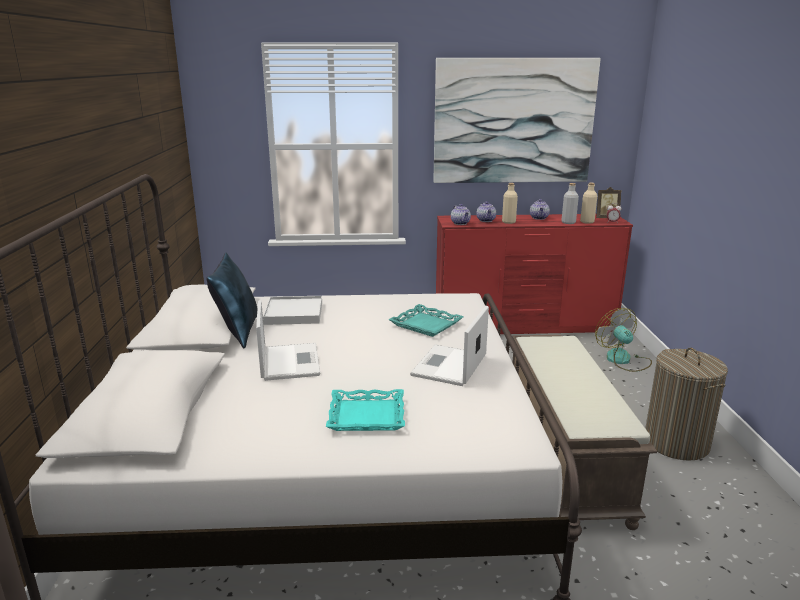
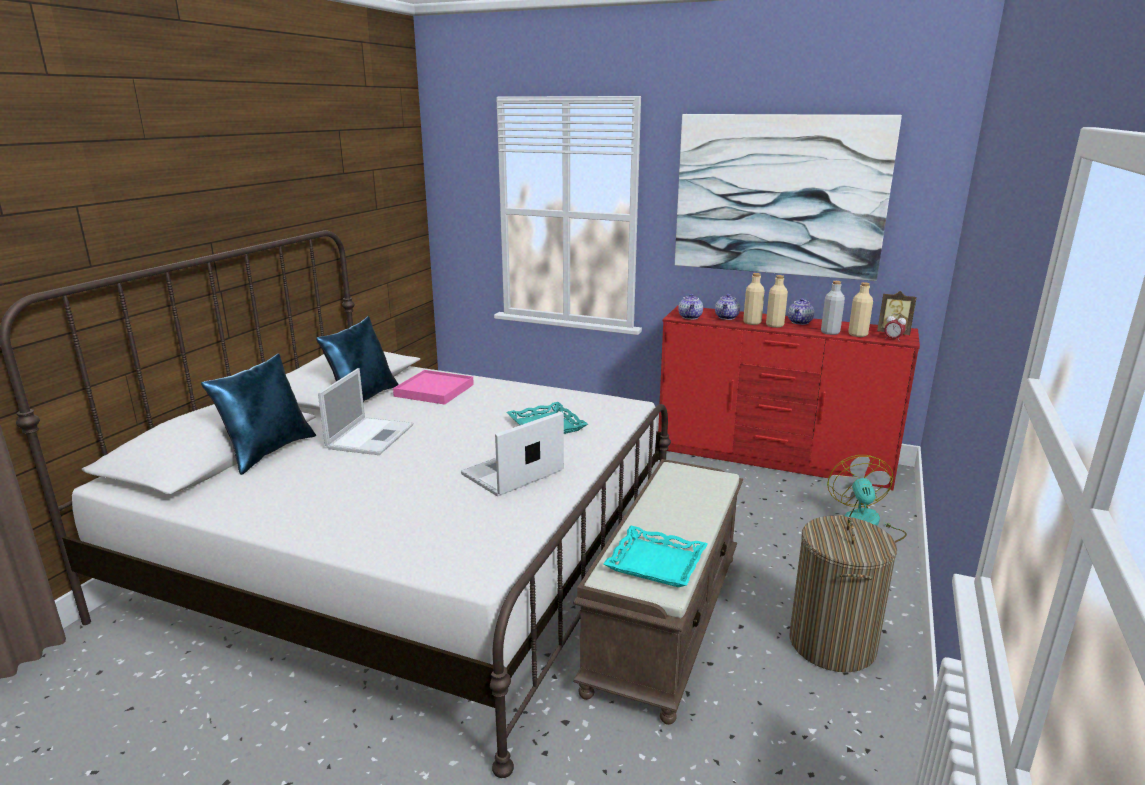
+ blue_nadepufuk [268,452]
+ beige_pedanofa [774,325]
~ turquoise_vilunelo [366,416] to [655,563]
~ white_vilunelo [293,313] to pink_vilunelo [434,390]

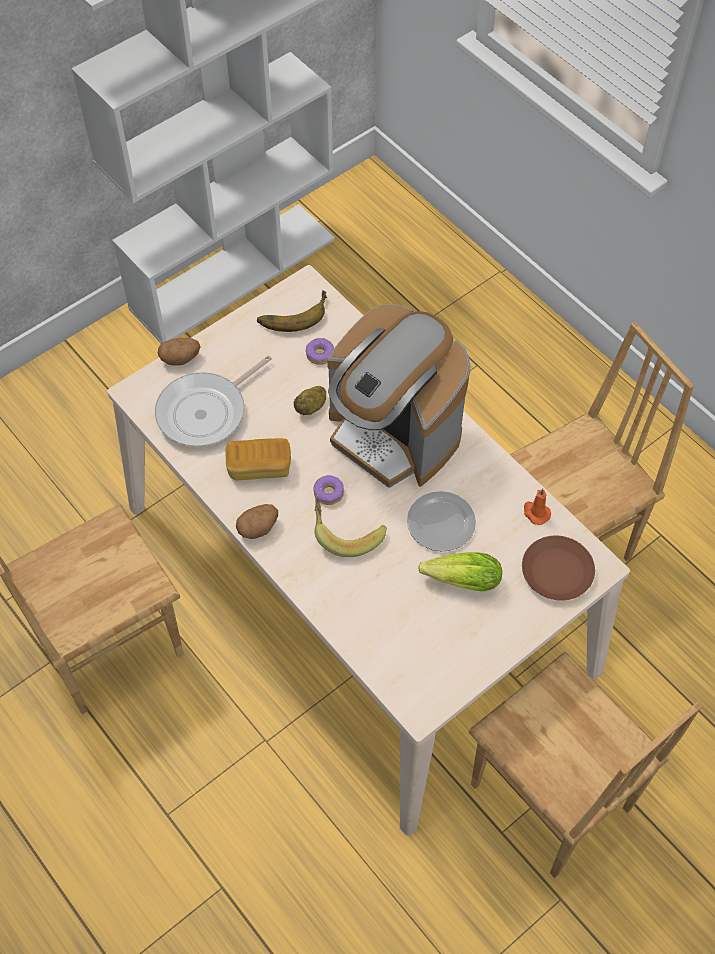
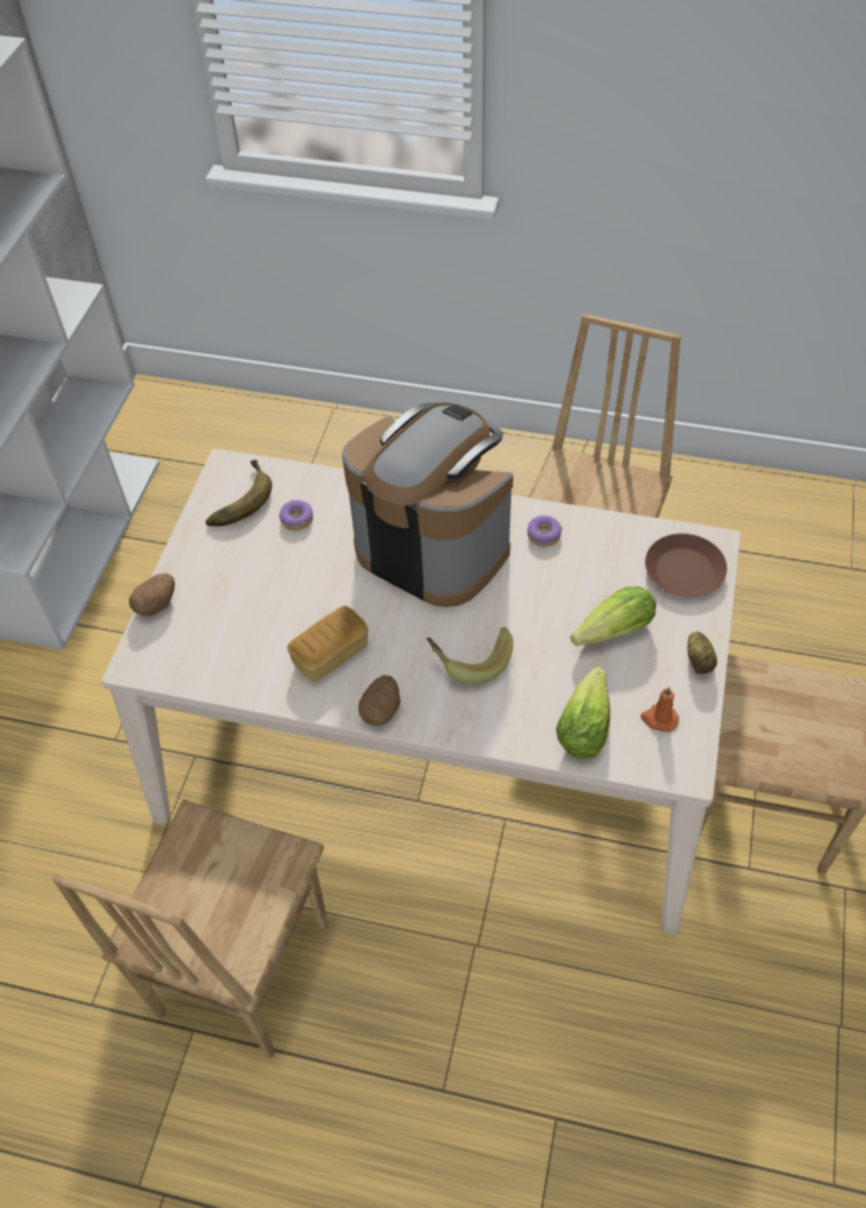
- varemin [206,411]
- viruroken [441,524]
+ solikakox [586,722]
~ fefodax [311,407] to [699,661]
~ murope [329,493] to [544,535]
~ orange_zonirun [535,512] to [659,719]
~ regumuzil [393,435] = [432,547] 150 degrees counterclockwise

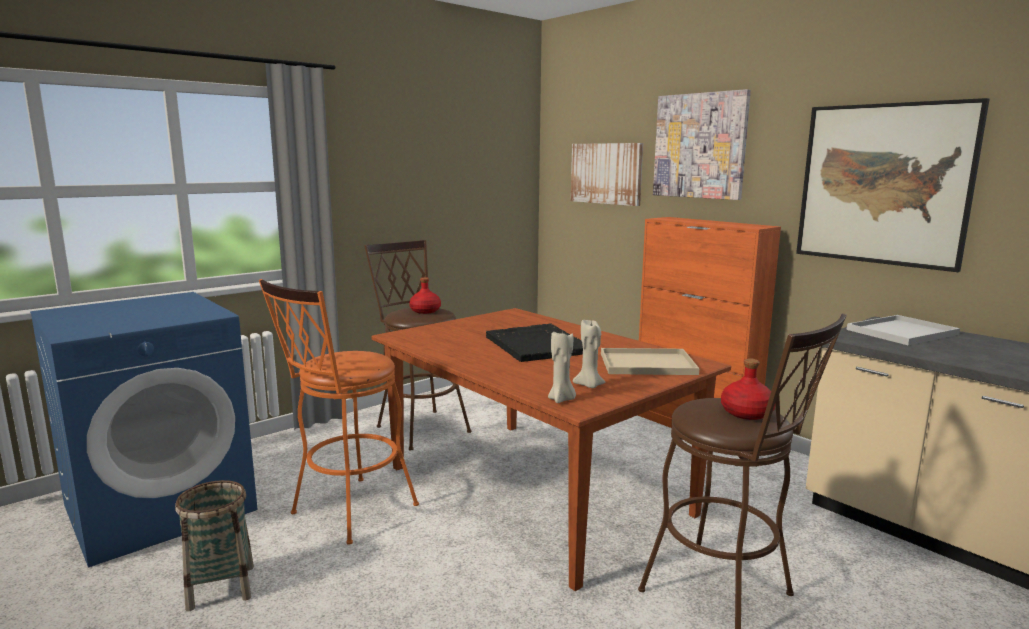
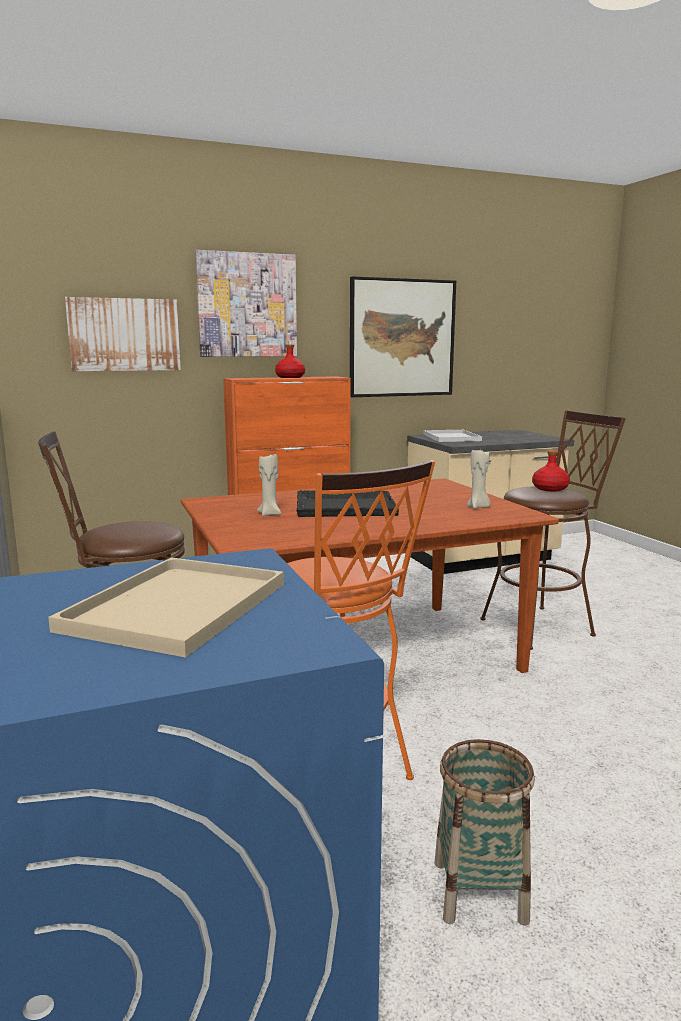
~ red_pedanofa [425,311] to [290,377]
~ beige_zonirun [561,399] to [270,514]
~ beige_vilunelo [645,364] to [177,608]

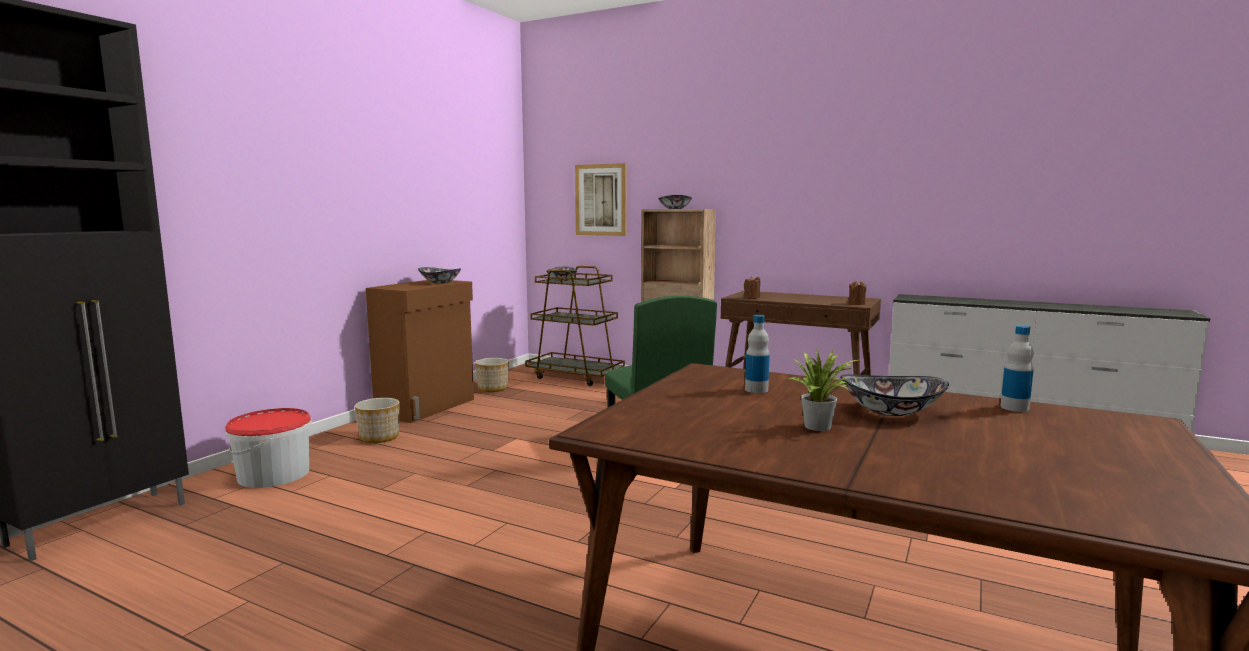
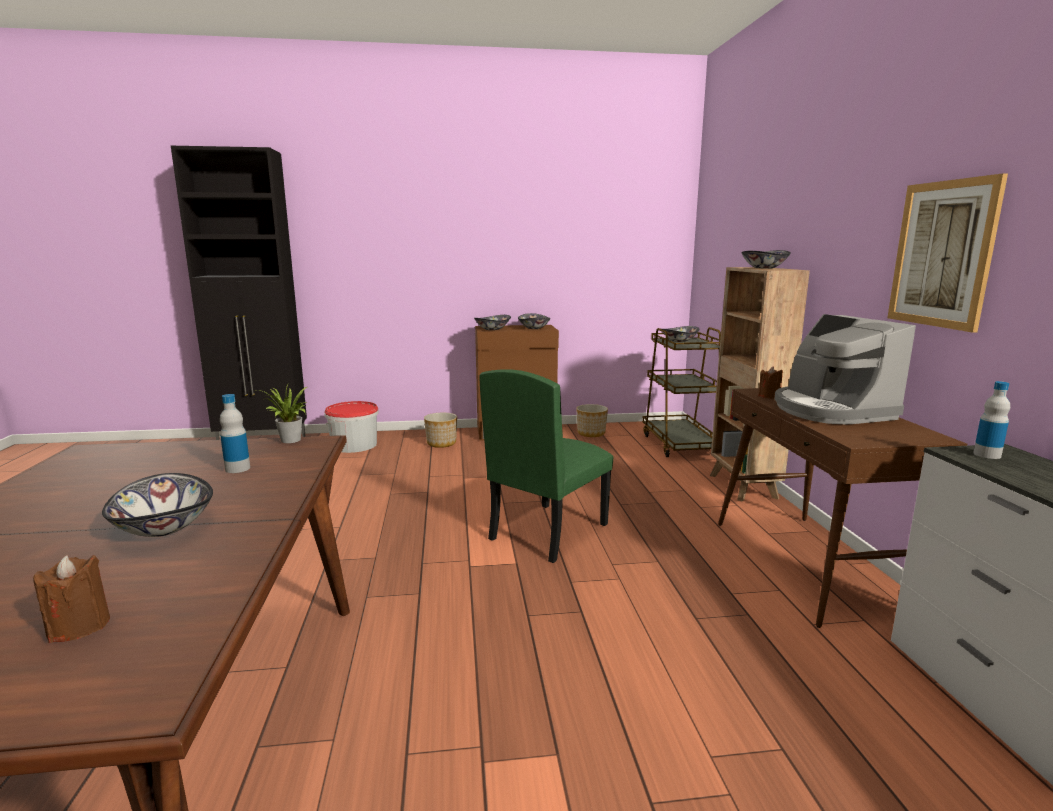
+ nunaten [492,329]
+ regumuzil [830,410]
~ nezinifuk [601,200] to [942,254]
~ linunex [821,427] to [290,441]
~ brown_zonirun [856,304] to [79,626]
~ pedanofa [1014,408] to [987,455]

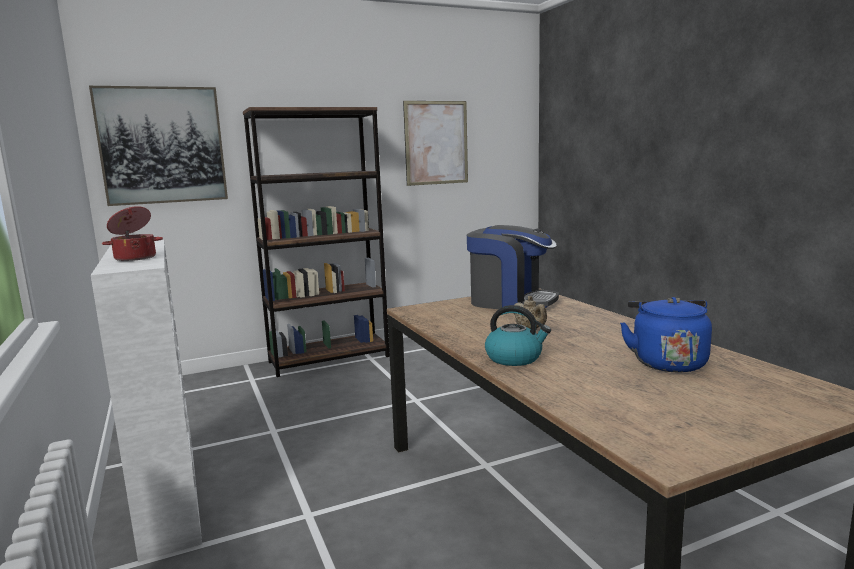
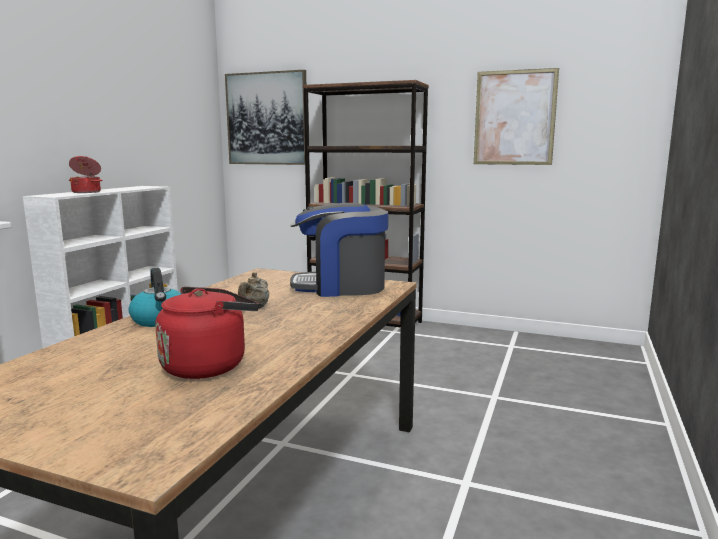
~ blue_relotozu [666,362] to red_relotozu [208,365]
~ regumuzil [510,302] = [340,287] 105 degrees clockwise

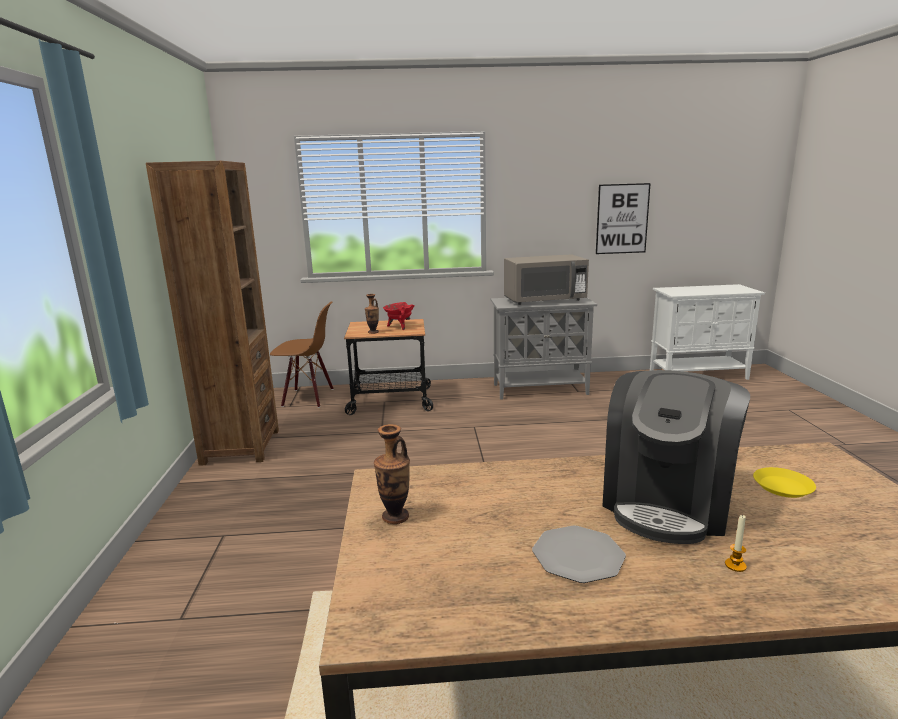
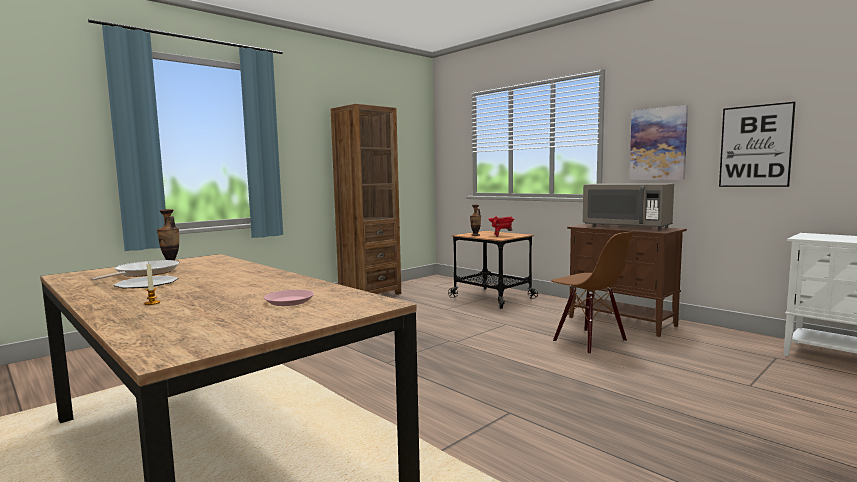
- regumuzil [667,503]
+ varemin [144,273]
+ nezinifuk [658,144]
~ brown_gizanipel [308,398] to [589,341]
~ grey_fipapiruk [541,389] to brown_fipapiruk [622,322]
~ yellow_viruroken [782,487] to pink_viruroken [289,301]

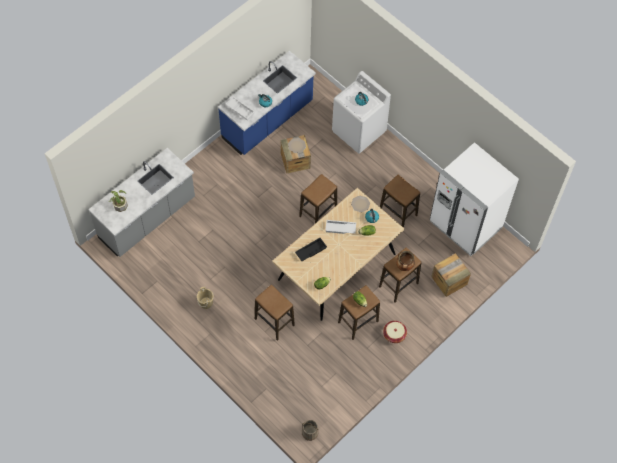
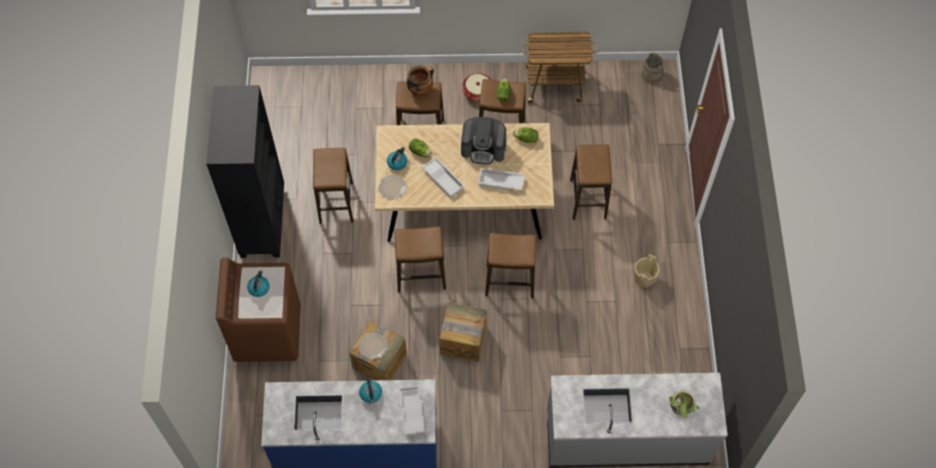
- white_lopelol [465,225]
+ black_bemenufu [263,222]
+ regumuzil [483,148]
+ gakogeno [509,281]
+ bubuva [555,84]
~ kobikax [449,280] to [463,339]
~ black_vilunelo [310,250] to white_vilunelo [500,182]
~ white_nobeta [359,131] to brown_nobeta [267,332]

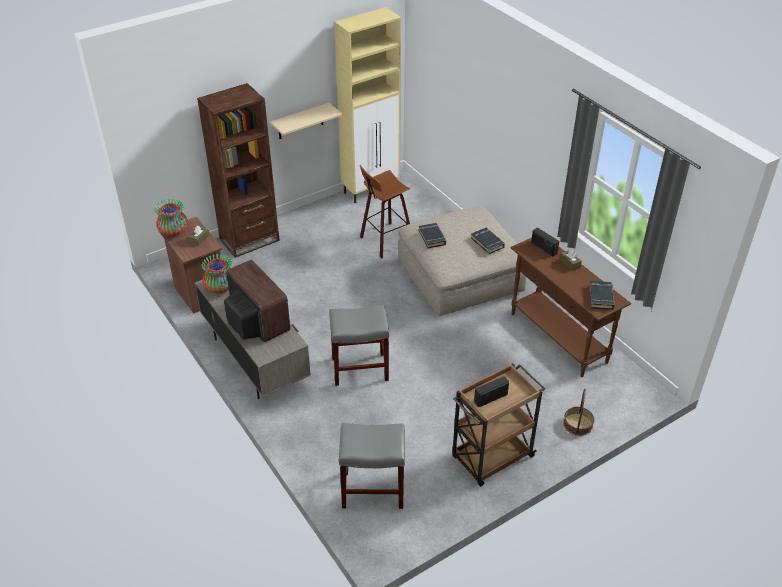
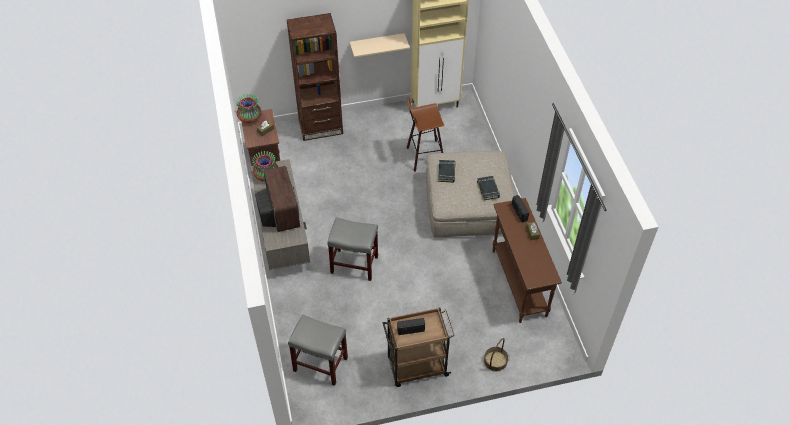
- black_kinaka [601,297]

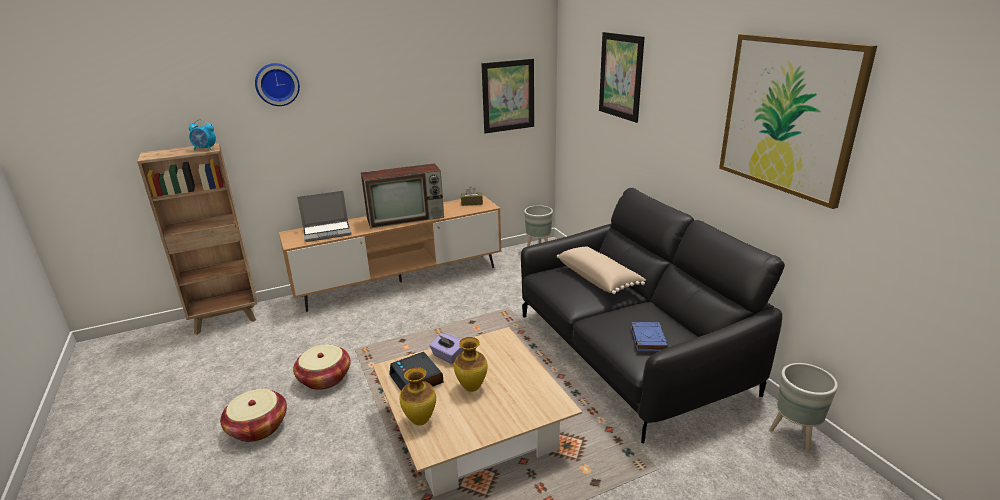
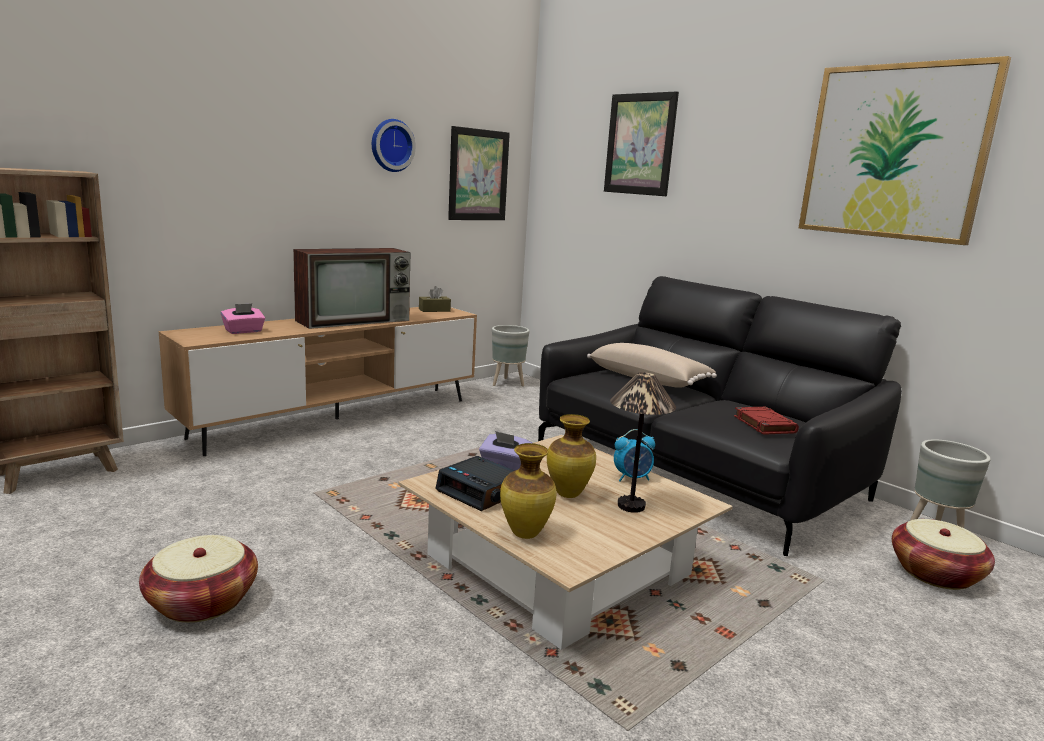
+ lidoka [632,506]
~ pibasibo [205,149] to [632,478]
~ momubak [277,84] to [391,145]
~ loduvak [324,378] to [935,574]
~ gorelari [328,232] to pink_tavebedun [244,331]
~ blue_kinaka [648,339] to red_kinaka [763,424]

